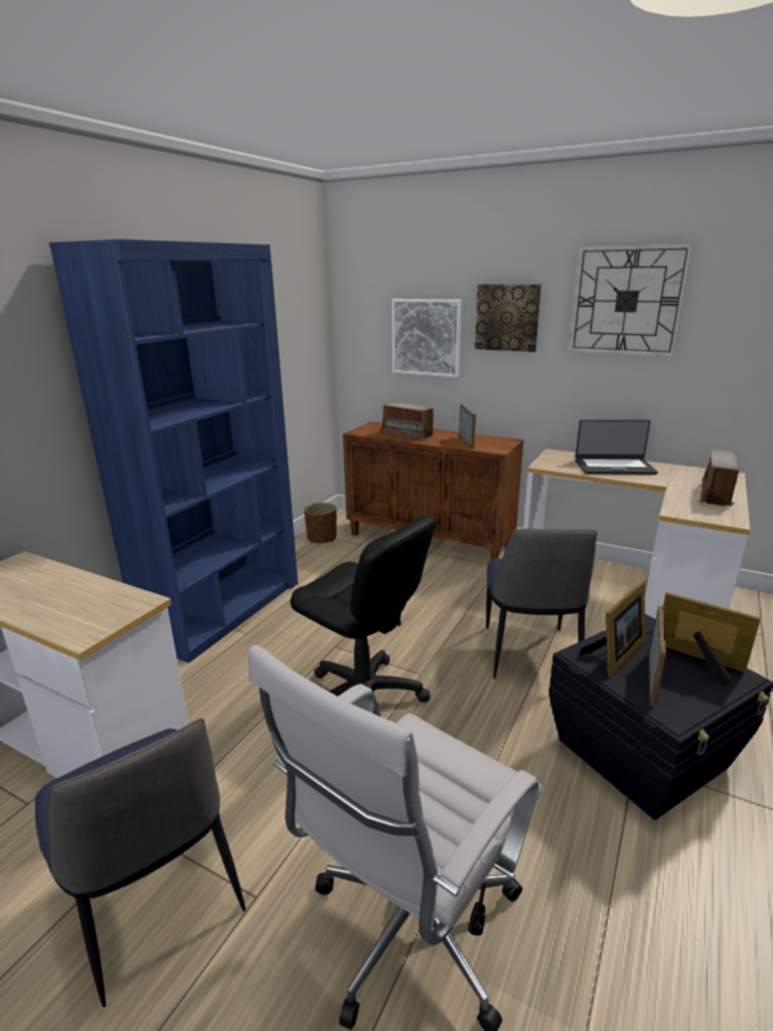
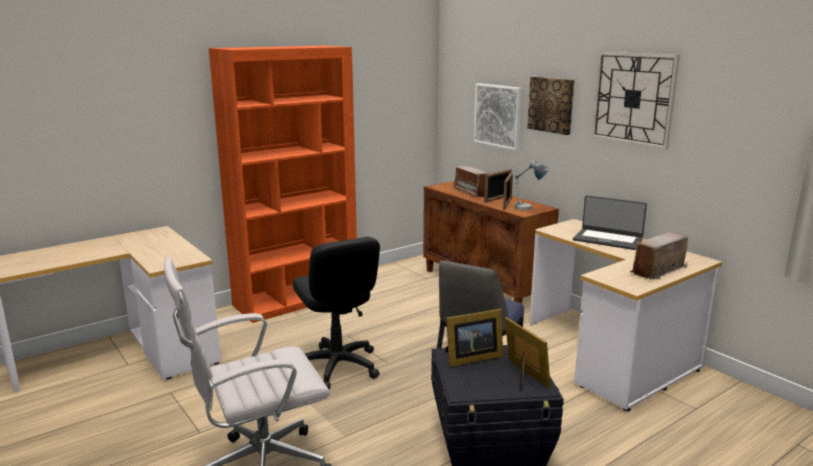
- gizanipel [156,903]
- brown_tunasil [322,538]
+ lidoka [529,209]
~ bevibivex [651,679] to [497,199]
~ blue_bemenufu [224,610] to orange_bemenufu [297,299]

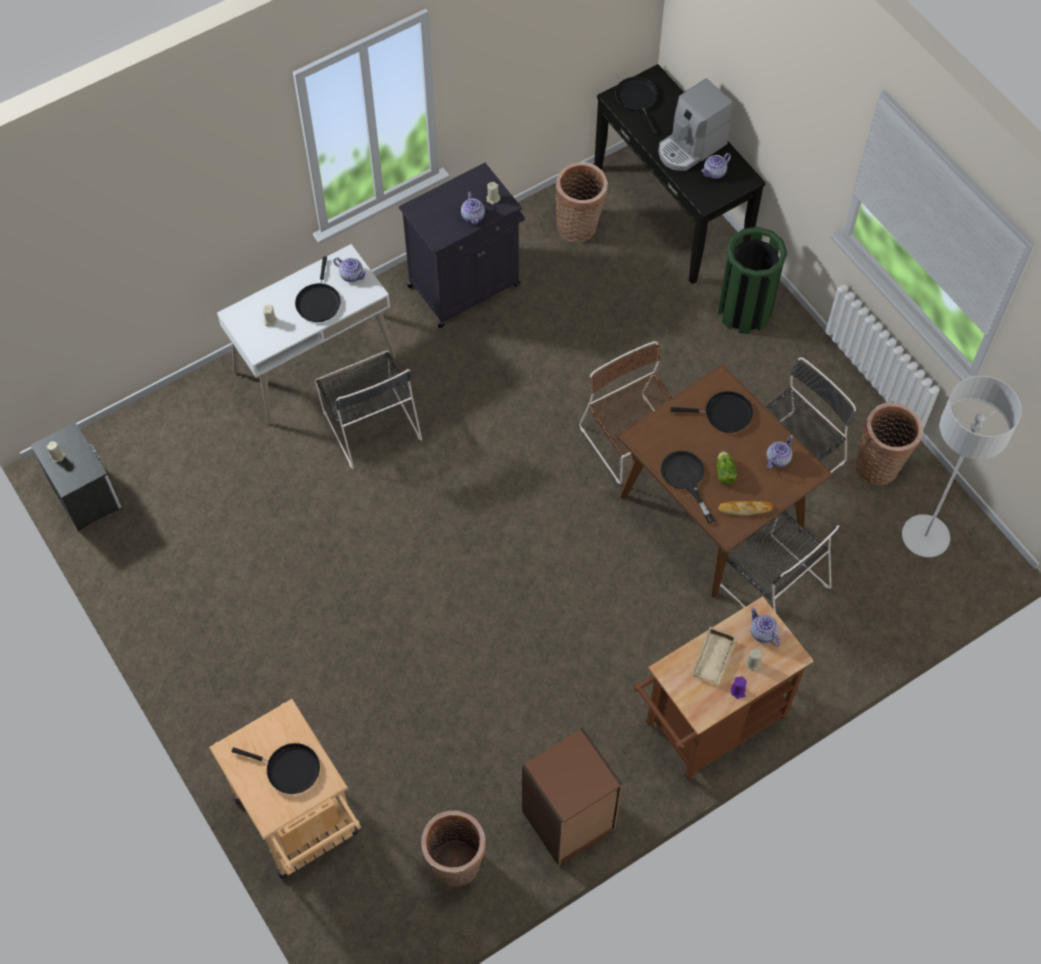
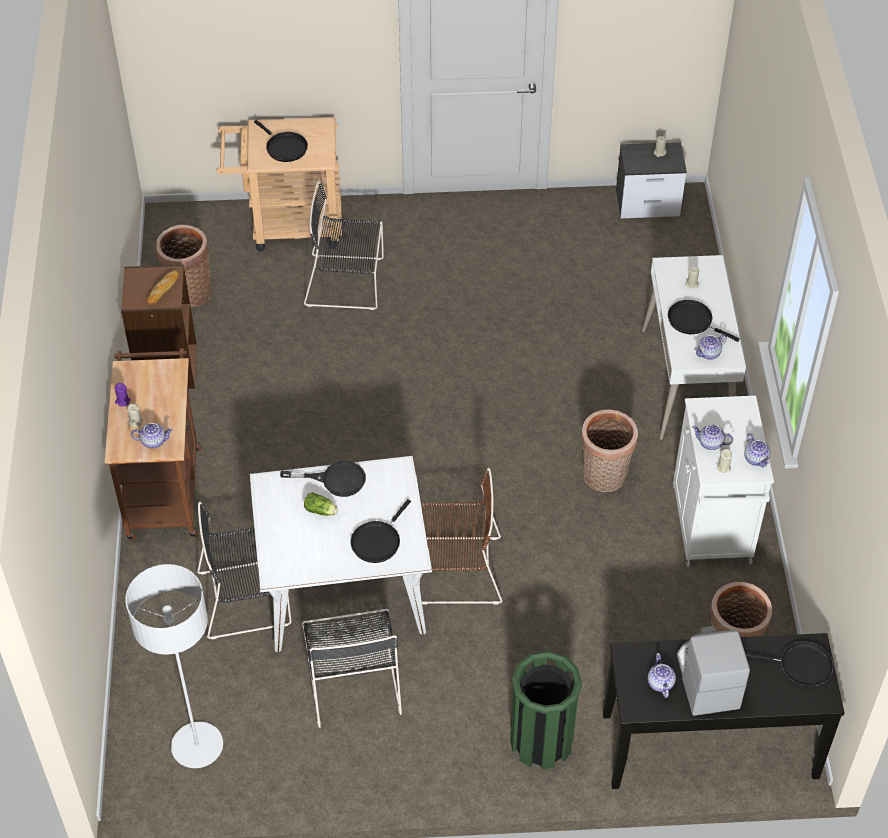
- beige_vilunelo [714,659]
~ black_gizanipel [370,422] to [347,282]
~ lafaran [745,509] to [163,289]
~ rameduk [777,458] to [756,458]
~ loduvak [880,465] to [604,478]
~ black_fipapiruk [466,285] to white_fipapiruk [712,526]
~ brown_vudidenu [711,512] to white_vudidenu [345,591]
~ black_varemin [289,769] = [284,147] 90 degrees counterclockwise

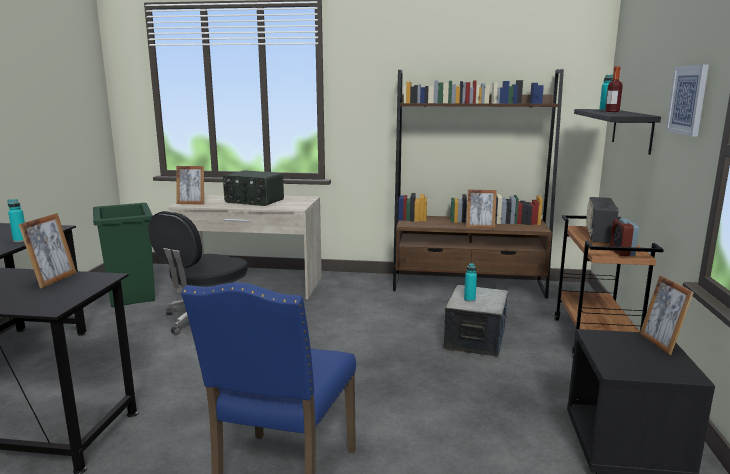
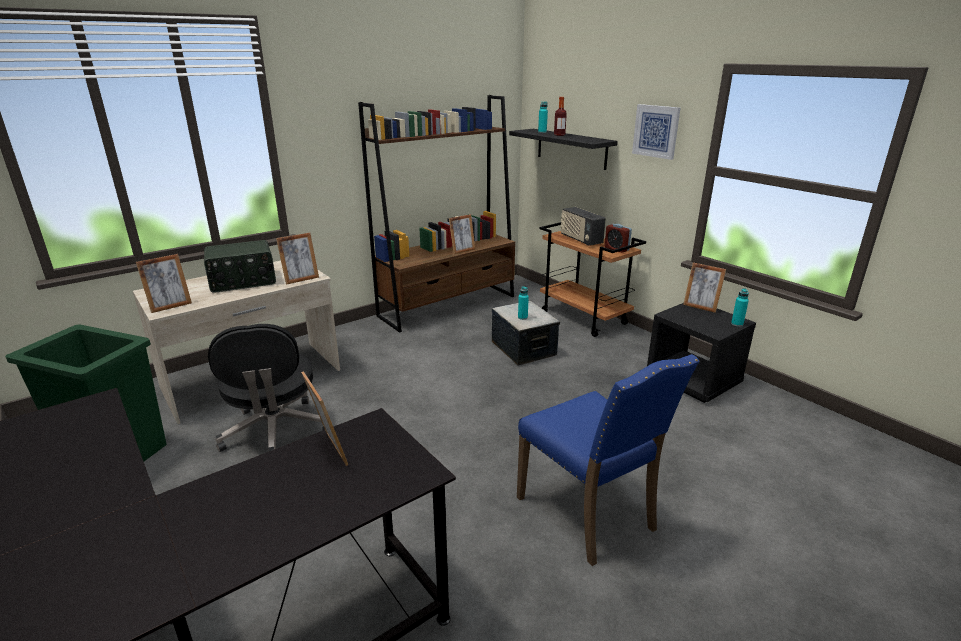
+ bevibivex [301,279]
~ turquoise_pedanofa [20,240] to [737,324]

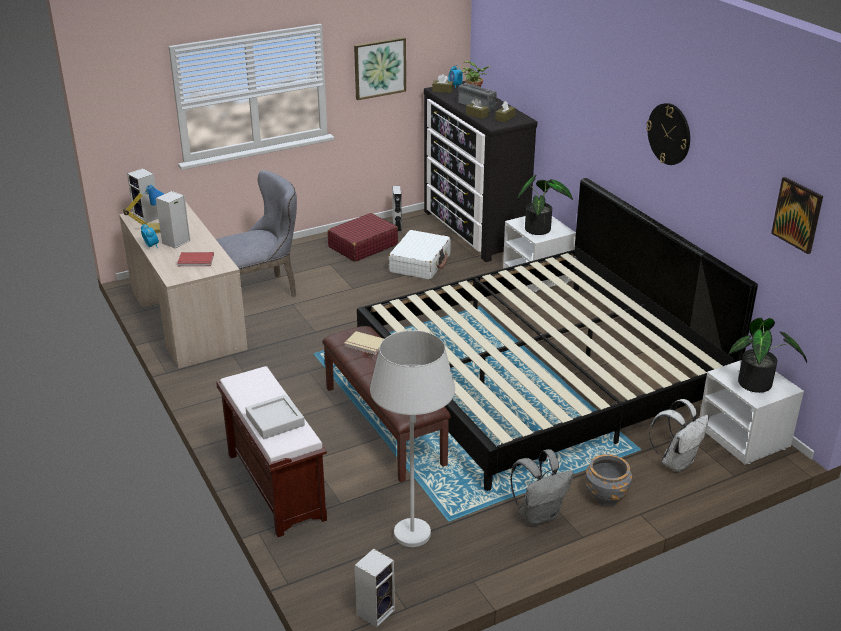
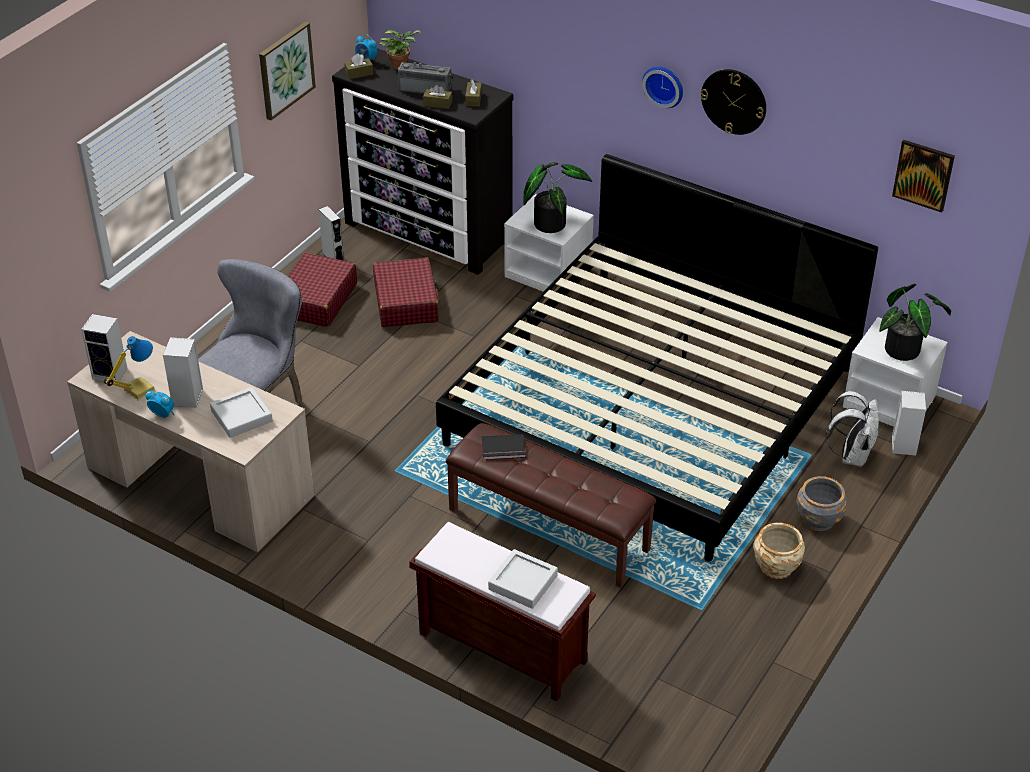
- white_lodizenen [413,548]
+ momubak [664,85]
~ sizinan [376,611] to [903,444]
~ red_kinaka [196,261] to grey_vilunelo [241,416]
~ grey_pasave [539,515] to beige_tunasil [776,566]
~ beige_kinaka [365,345] to black_kinaka [504,449]
~ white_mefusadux [420,263] to red_mefusadux [406,302]

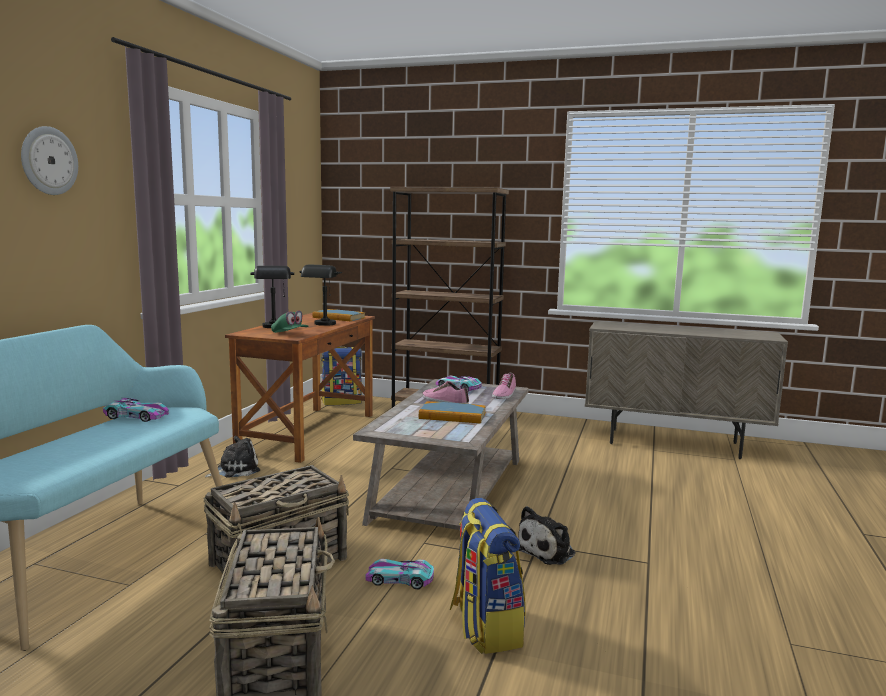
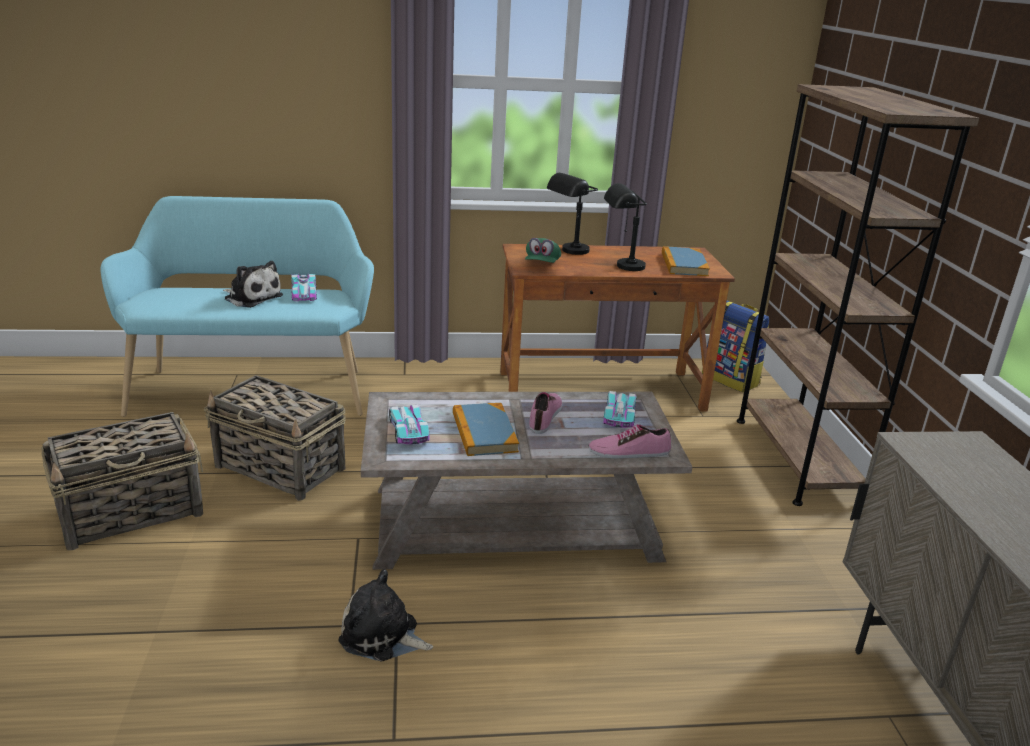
- momubak [48,161]
- pasave [485,627]
~ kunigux [235,470] to [252,297]
~ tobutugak [399,579] to [408,430]

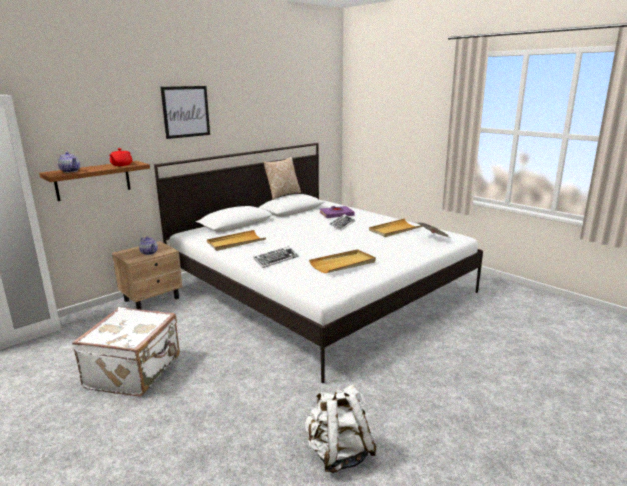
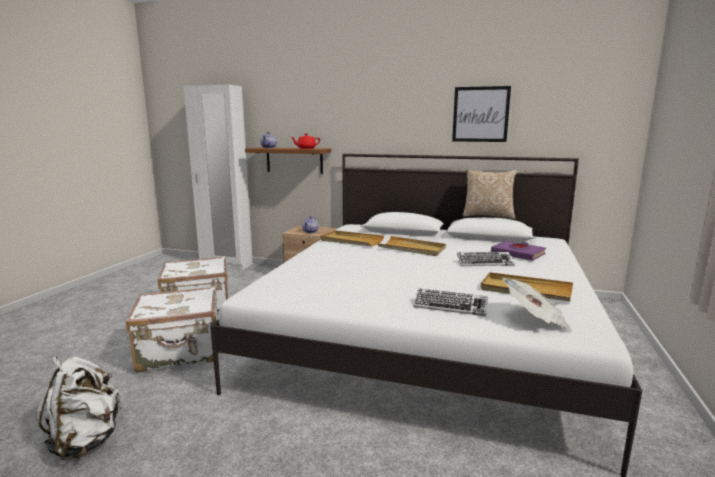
+ white_mefusadux [181,353]
~ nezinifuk [186,111] to [480,114]
~ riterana [276,260] to [450,306]
~ beige_vilunelo [343,264] to [412,248]

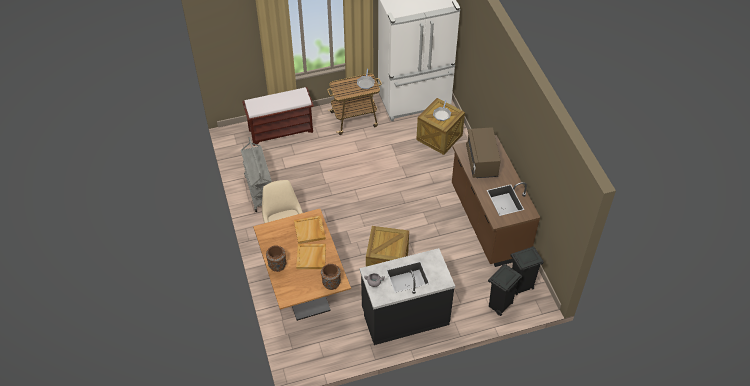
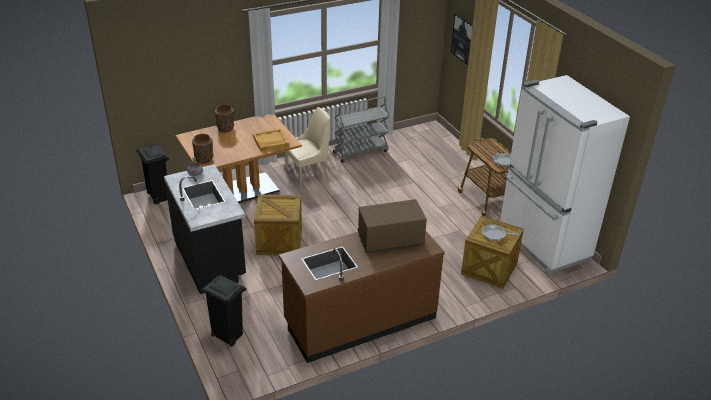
- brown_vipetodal [281,130]
- beige_vilunelo [311,257]
+ nezinifuk [464,39]
~ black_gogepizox [520,287] to [159,197]

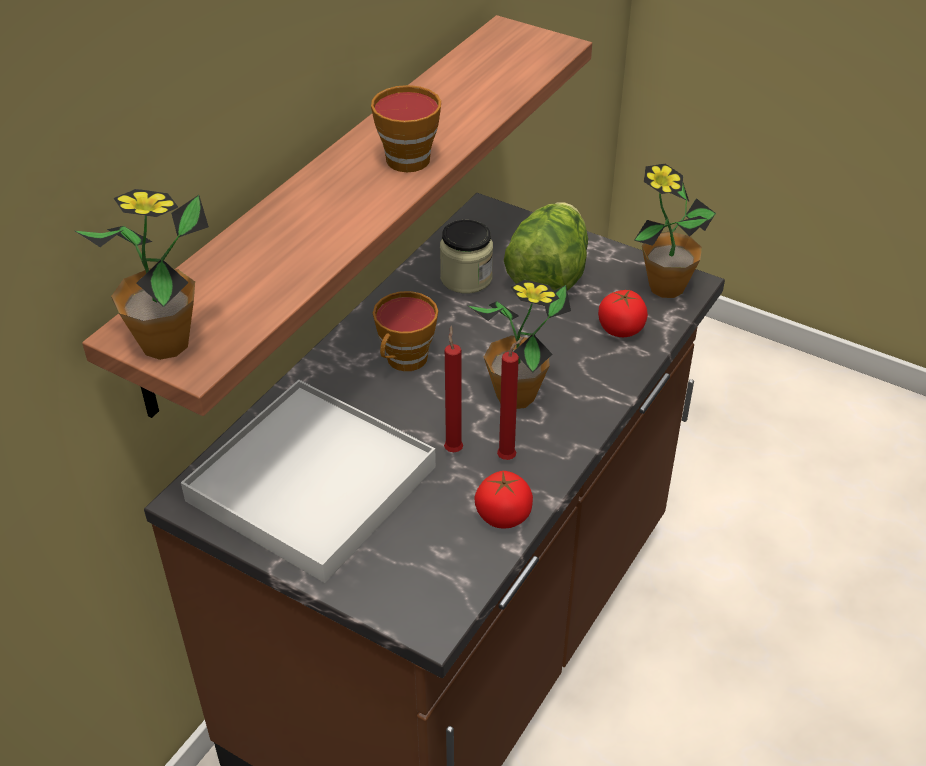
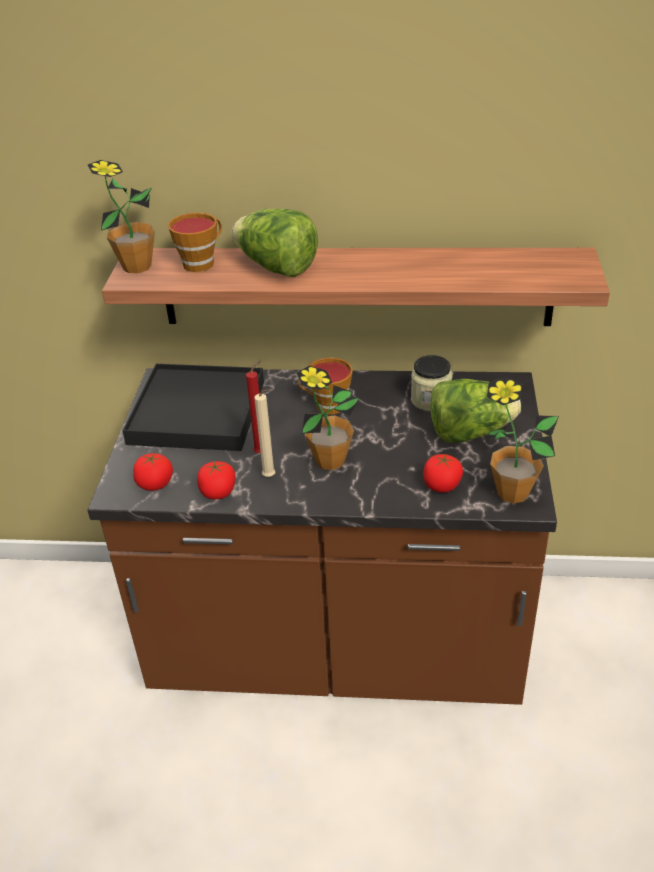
+ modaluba [155,484]
+ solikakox [276,268]
~ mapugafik [405,156] to [201,263]
~ white_vilunelo [313,484] to black_vilunelo [198,412]
~ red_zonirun [509,457] to beige_zonirun [271,477]

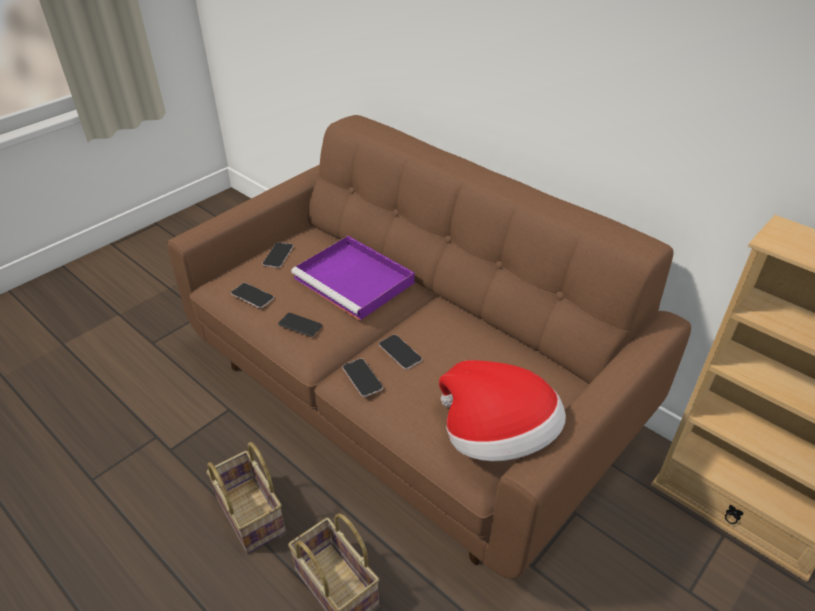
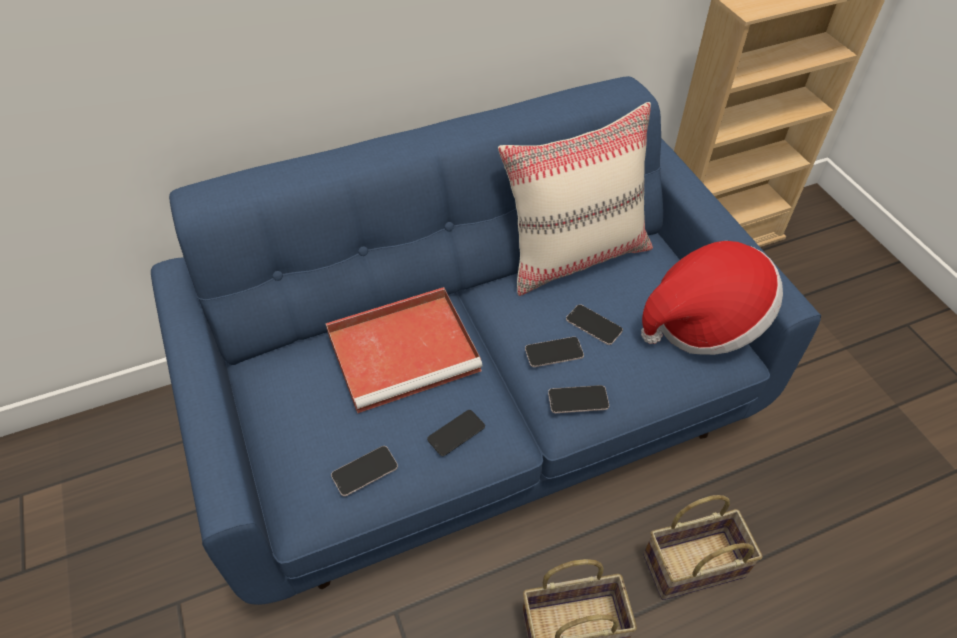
+ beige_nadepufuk [575,255]
~ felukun [278,255] to [594,325]
~ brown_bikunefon [409,395] to blue_bikunefon [479,407]
~ purple_vilunelo [356,281] to red_vilunelo [406,350]

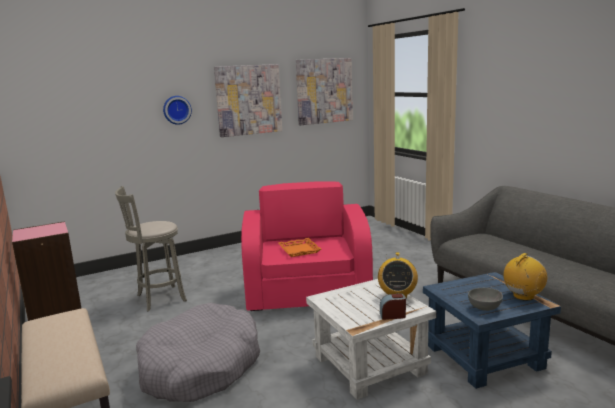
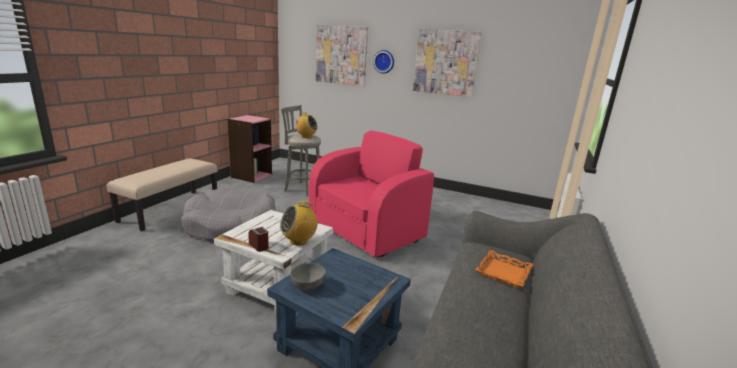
~ orange_vilunelo [299,250] to [504,272]
~ nezinifuk [324,91] to [341,55]
~ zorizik [523,296] to [306,137]

